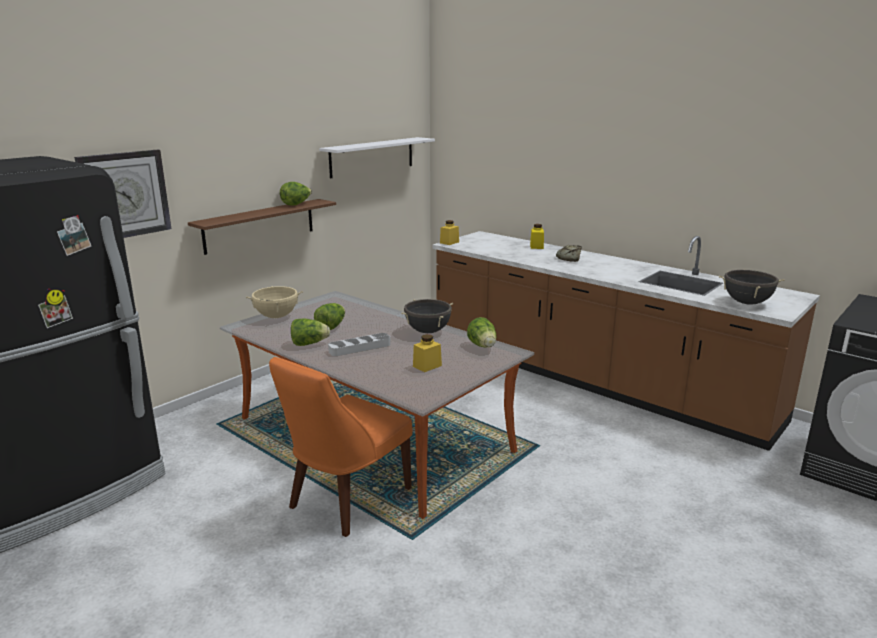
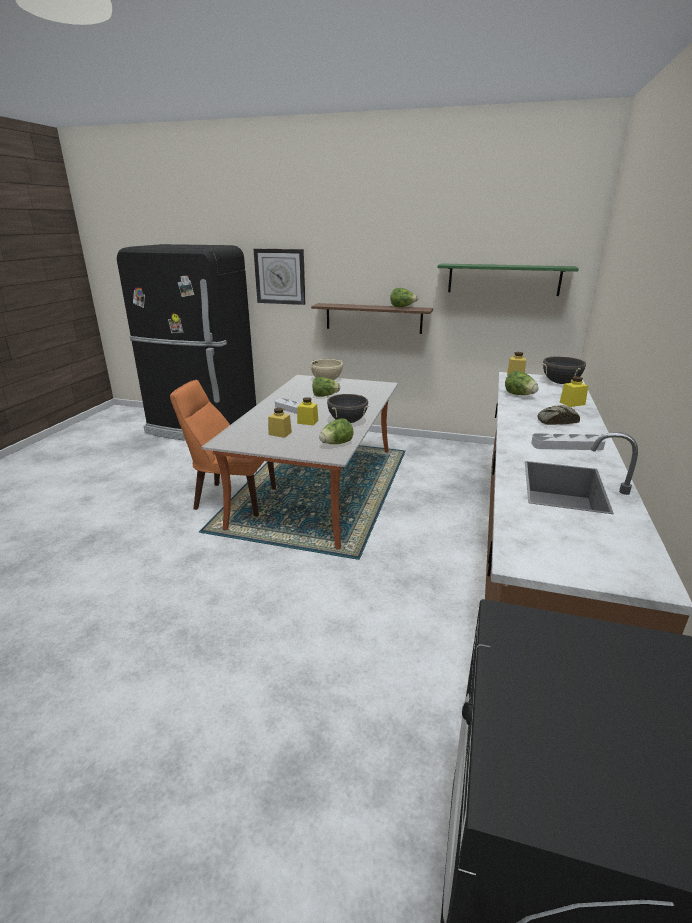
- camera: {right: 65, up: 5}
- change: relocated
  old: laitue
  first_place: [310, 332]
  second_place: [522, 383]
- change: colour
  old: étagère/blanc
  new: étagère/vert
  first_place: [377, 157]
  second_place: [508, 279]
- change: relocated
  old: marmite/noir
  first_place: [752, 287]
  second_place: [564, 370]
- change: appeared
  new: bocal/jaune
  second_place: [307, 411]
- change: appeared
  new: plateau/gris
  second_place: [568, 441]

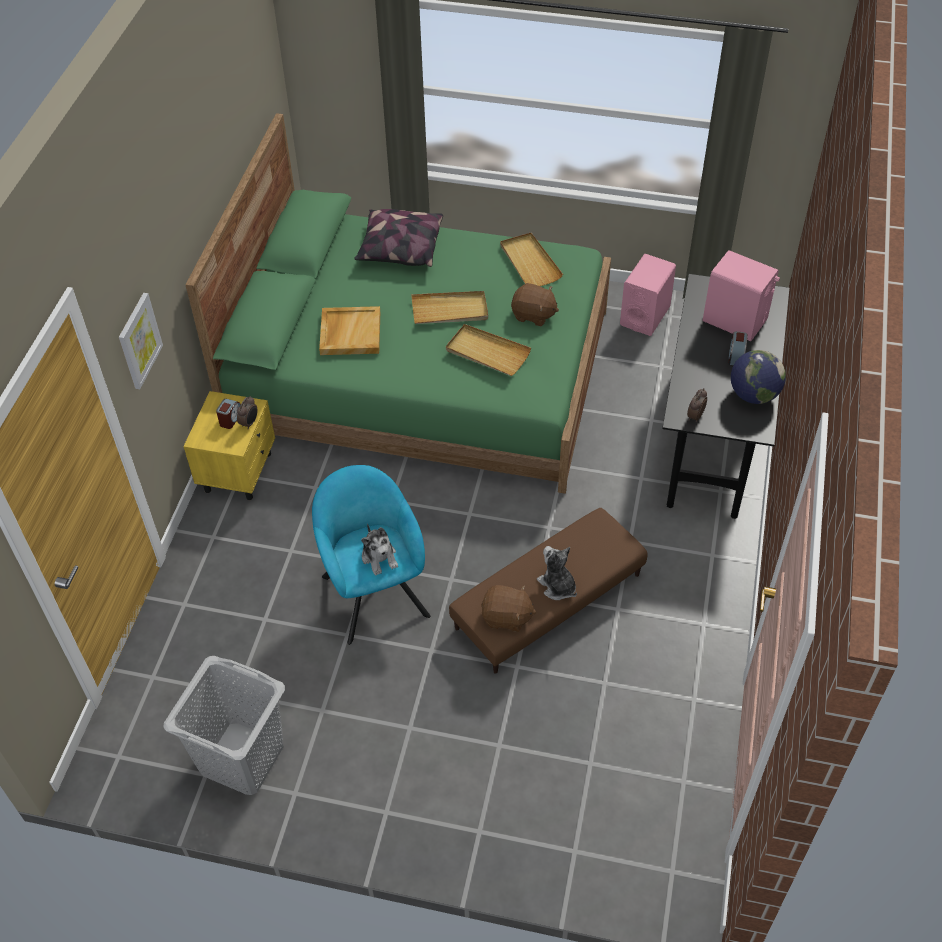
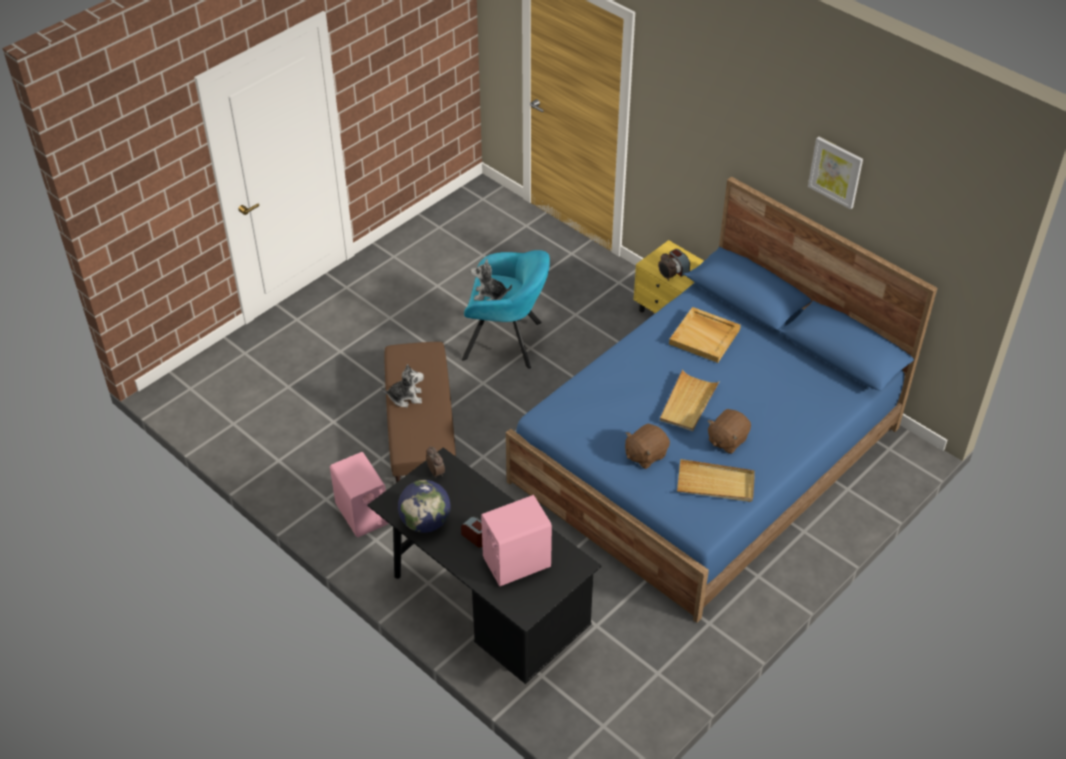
- camera: {right: 120, up: -5}
- change: relocated
  old: tableau
  first_place: [141, 341]
  second_place: [835, 173]
- change: missing
  old: panier à linge/gris
  first_place: [224, 725]
- change: colour
  old: lit/vert
  new: lit/bleu
  first_place: [398, 303]
  second_place: [721, 400]
- change: missing
  old: coussin
  first_place: [398, 238]
- change: missing
  old: plateau/beige
  first_place: [488, 350]
- change: relocated
  old: peluche/marron
  first_place: [508, 608]
  second_place: [729, 431]
- change: relocated
  old: enceinte/rose
  first_place: [648, 295]
  second_place: [359, 494]

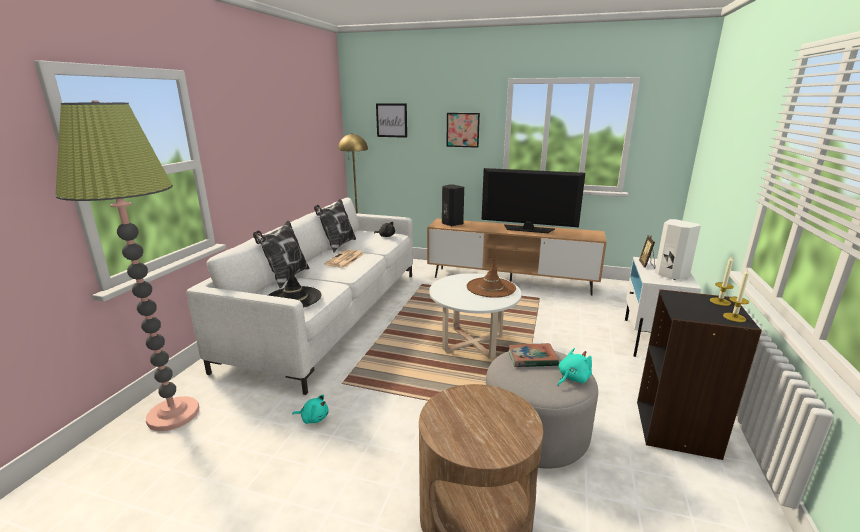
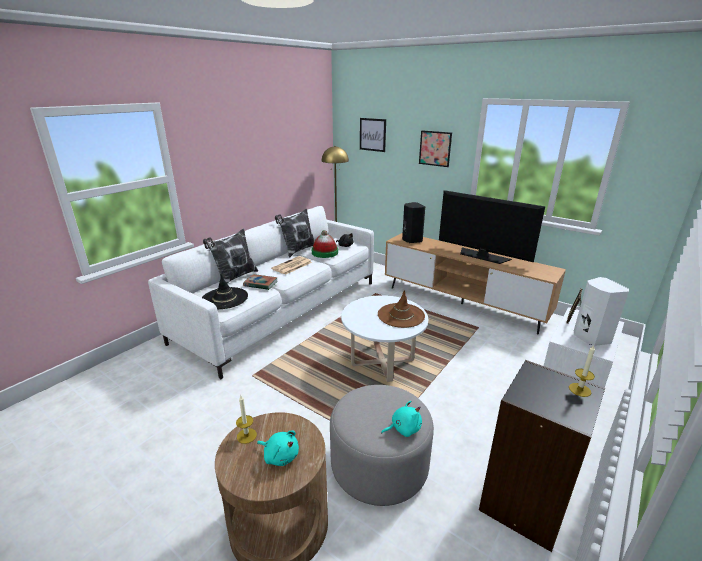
- camera: {right: 20, up: 5}
- change: missing
  old: lampadaire
  first_place: [127, 266]
- change: relocated
  old: peluche/turquoise
  first_place: [310, 409]
  second_place: [278, 448]
- change: relocated
  old: livre
  first_place: [533, 355]
  second_place: [260, 282]
- change: relocated
  old: bougie
  first_place: [736, 295]
  second_place: [246, 419]
- change: appeared
  new: chapeau
  second_place: [325, 244]

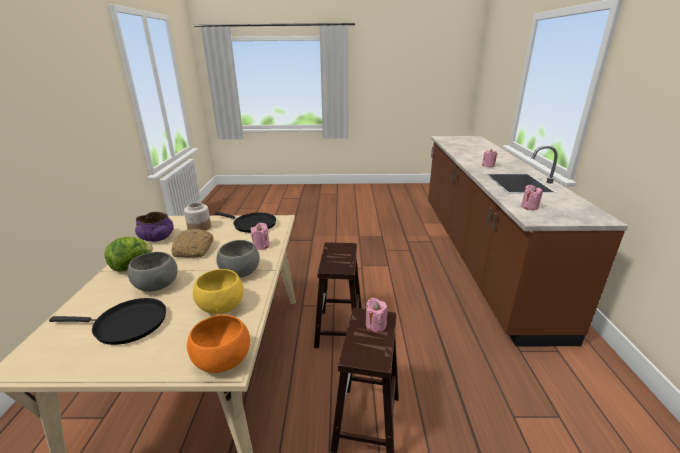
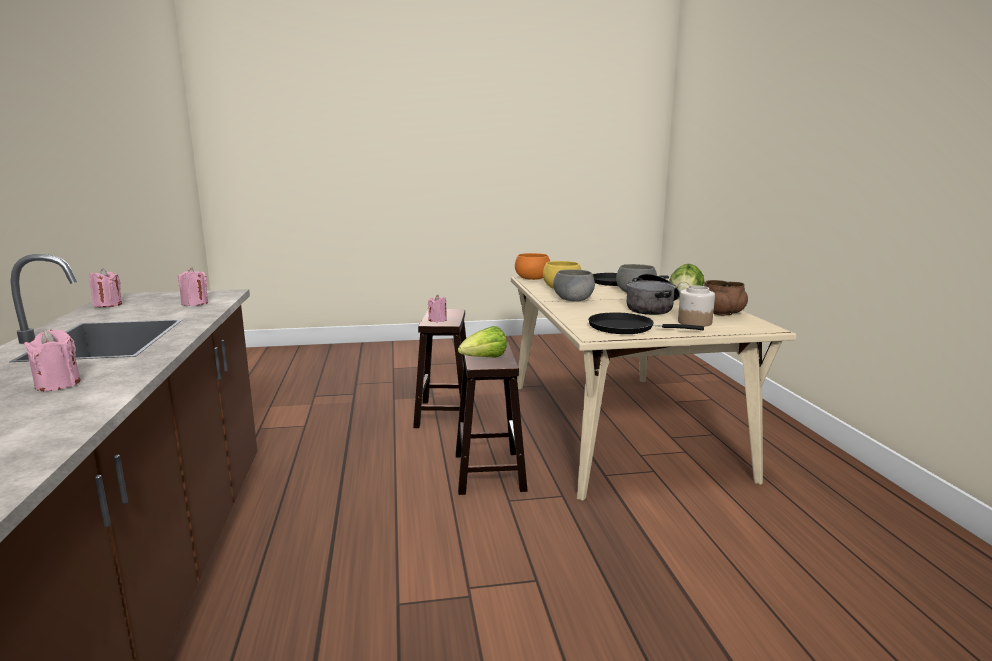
- camera: {right: 170, up: -10}
- change: colour
  old: bol/violet
  new: bol/marron
  first_place: [154, 227]
  second_place: [726, 298]
- change: exchanged
  old: pain
  new: marmite
  first_place: [192, 243]
  second_place: [653, 294]
- change: relocated
  old: bougie/rose
  first_place: [260, 236]
  second_place: [105, 288]
- change: appeared
  new: laitue
  second_place: [482, 342]

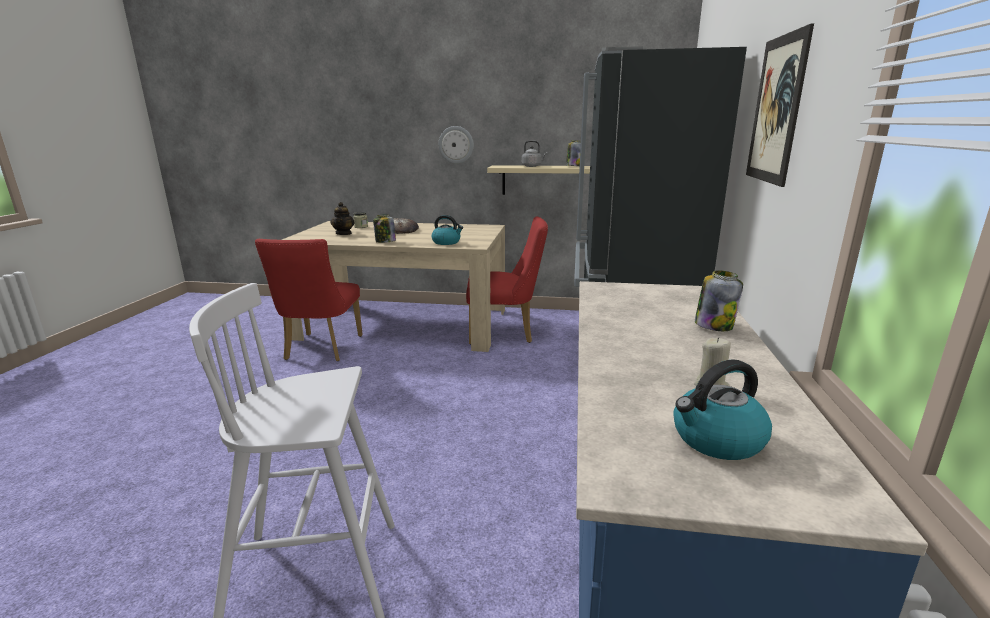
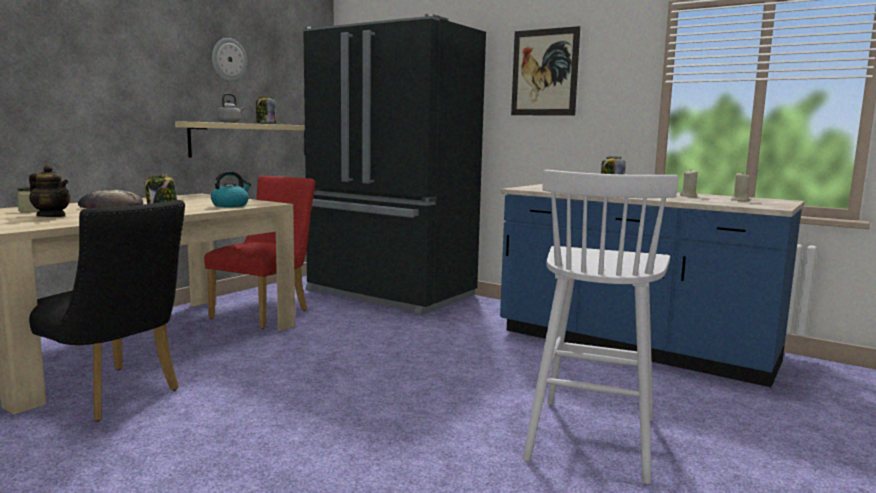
- camera: {right: -65, up: -10}
- change: colour
  old: chaise/rouge
  new: chaise/noir
  first_place: [309, 300]
  second_place: [107, 310]
- change: relocated
  old: horloge murale
  first_place: [456, 145]
  second_place: [229, 60]
- change: exchanged
  old: bouilloire
  new: bougie/beige
  first_place: [722, 409]
  second_place: [740, 187]

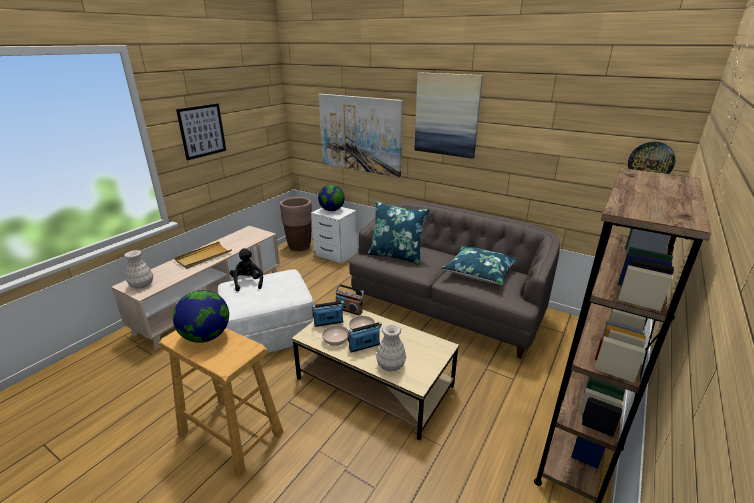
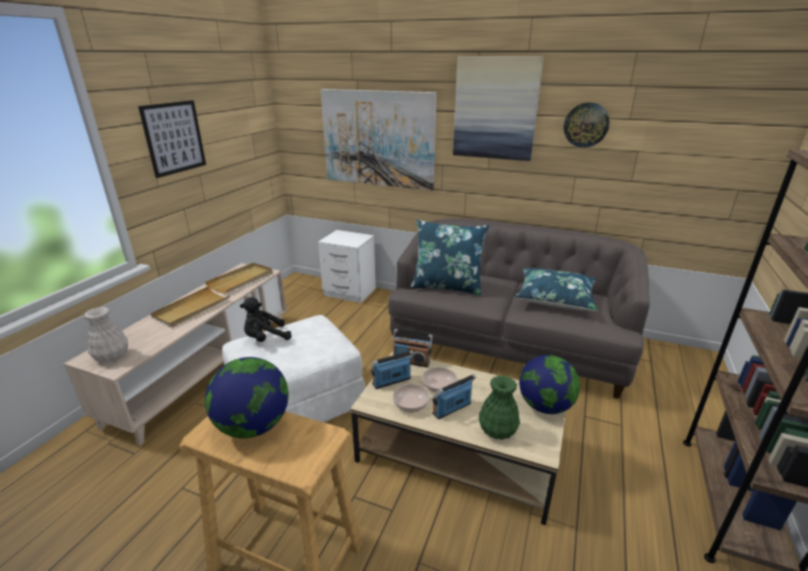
- camera: {right: -10, up: 0}
- change: spun
  old: peluche/noir
  first_place: [246, 270]
  second_place: [266, 319]
  degrees: -90
- change: missing
  old: cache-pot/marron
  first_place: [296, 224]
- change: relocated
  old: globe
  first_place: [331, 198]
  second_place: [549, 384]
- change: colour
  old: vase/blanc
  new: vase/vert
  first_place: [391, 347]
  second_place: [499, 407]
- change: relocated
  old: horloge murale
  first_place: [651, 158]
  second_place: [586, 125]
- change: appeared
  new: plateau/beige
  second_place: [239, 278]

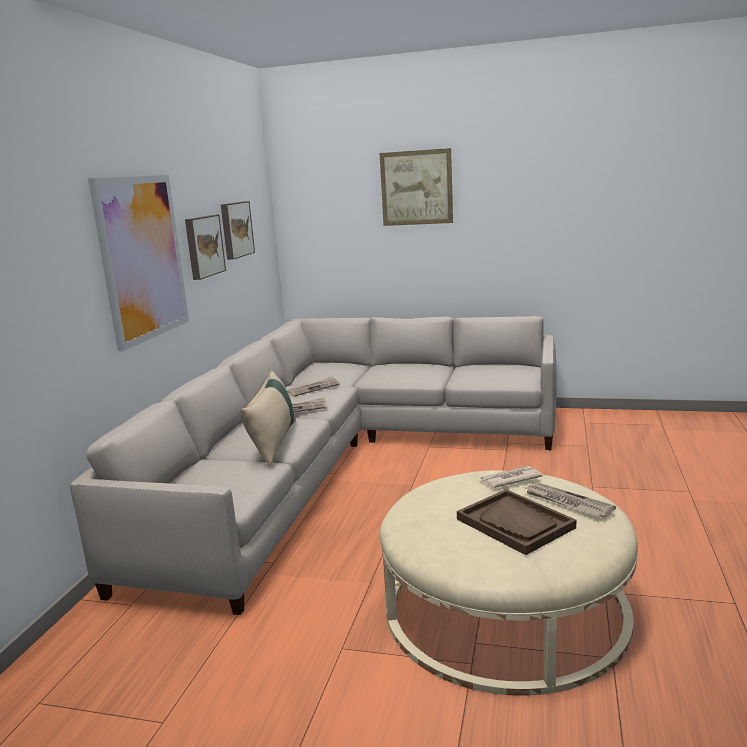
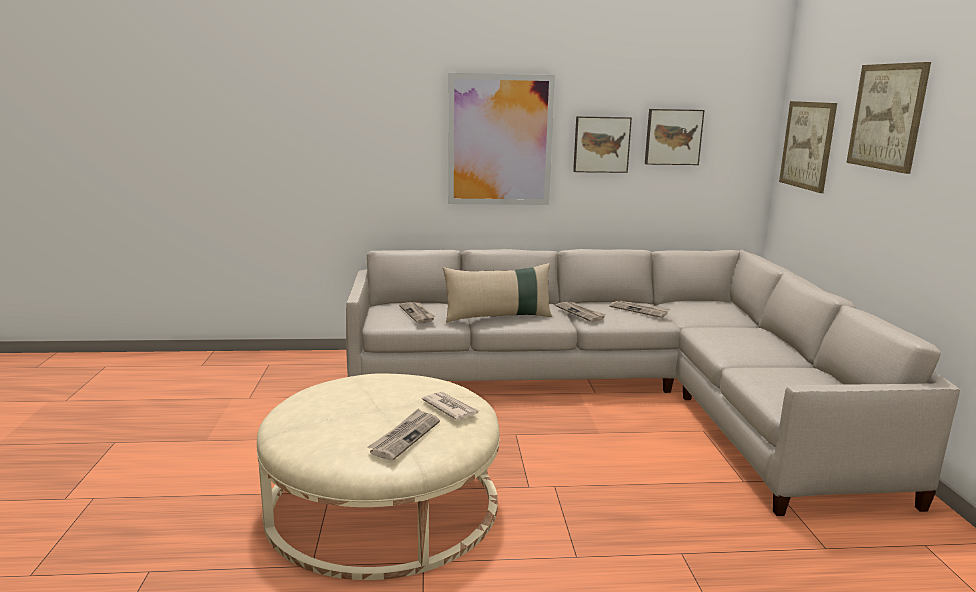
- camera: {right: 70, up: 0}
- change: missing
  old: plateau/marron
  first_place: [516, 522]
- change: appeared
  new: journal
  second_place: [417, 312]
- change: appeared
  new: tableau
  second_place: [808, 147]

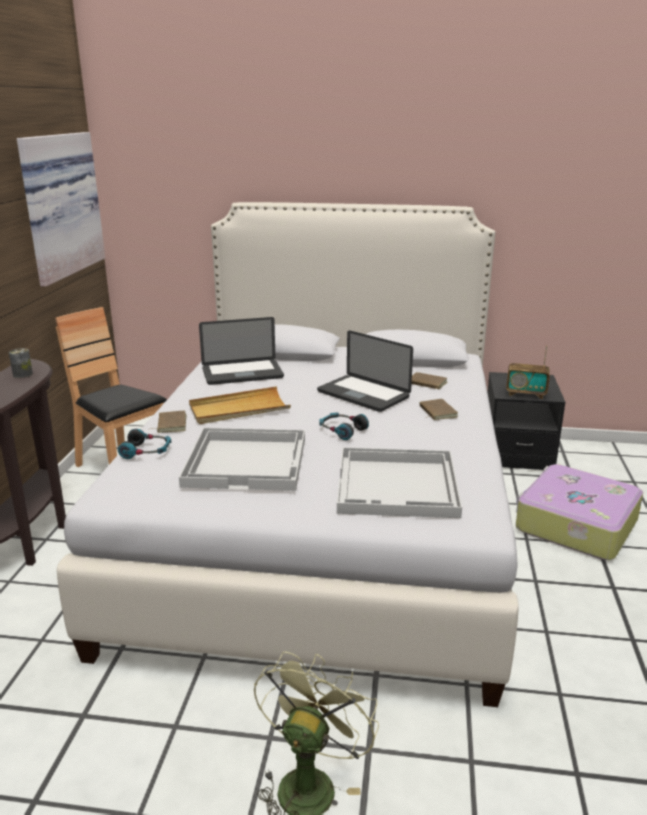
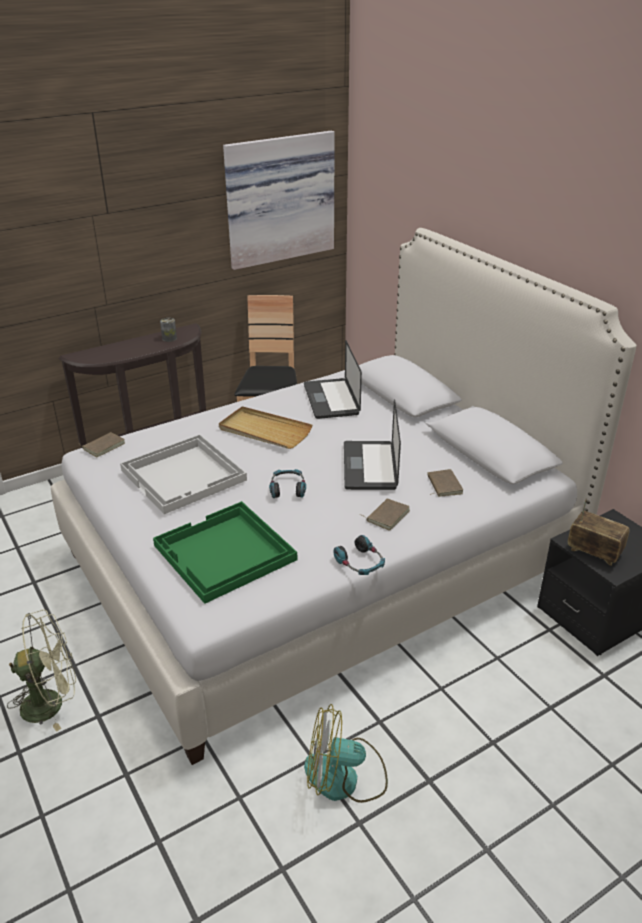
- camera: {right: 50, up: 10}
- change: relocated
  old: casque audio
  first_place: [144, 444]
  second_place: [359, 555]
- change: relocated
  old: livre/marron
  first_place: [167, 421]
  second_place: [101, 444]
- change: spun
  old: ordinateur portable
  first_place: [241, 351]
  second_place: [333, 379]
  degrees: 45
- change: colour
  old: plateau/blanc
  new: plateau/vert
  first_place: [399, 482]
  second_place: [225, 552]
- change: spun
  old: radio
  first_place: [528, 372]
  second_place: [599, 532]
  degrees: 150
- change: missing
  old: valise
  first_place: [579, 512]
- change: appeared
  new: ventilateur
  second_place: [346, 753]

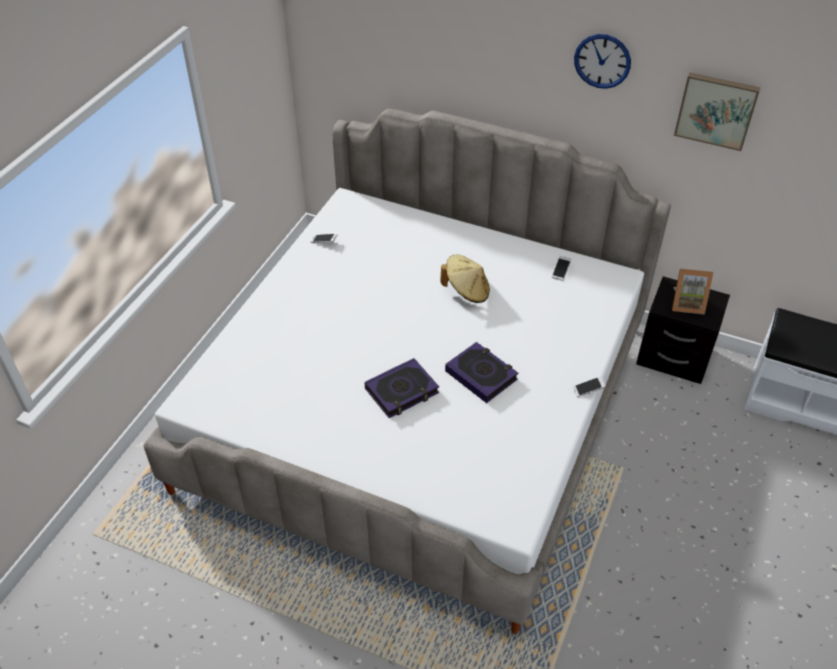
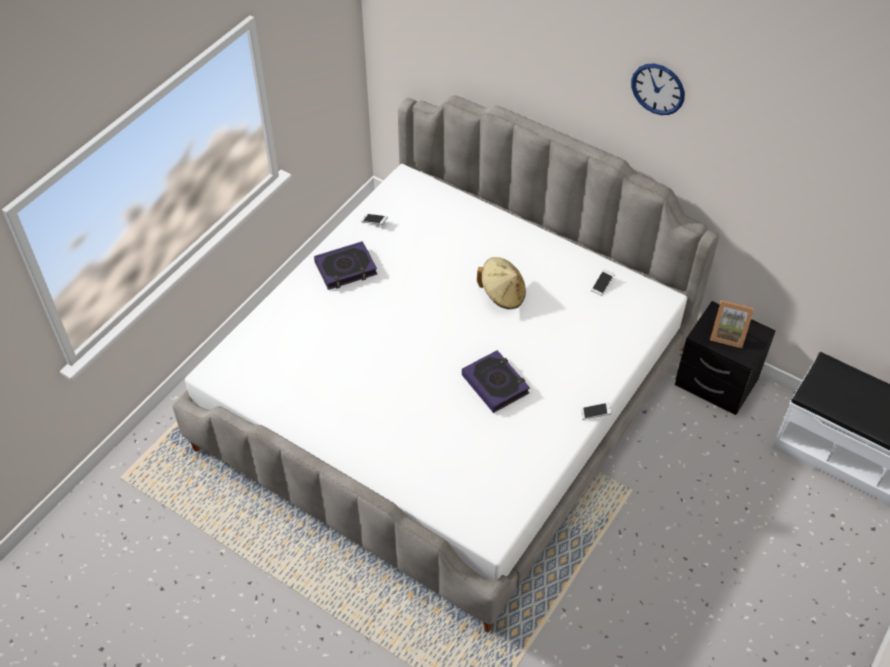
- camera: {right: 10, up: 5}
- change: relocated
  old: livre
  first_place: [402, 388]
  second_place: [345, 265]
- change: missing
  old: tableau
  first_place: [717, 111]

